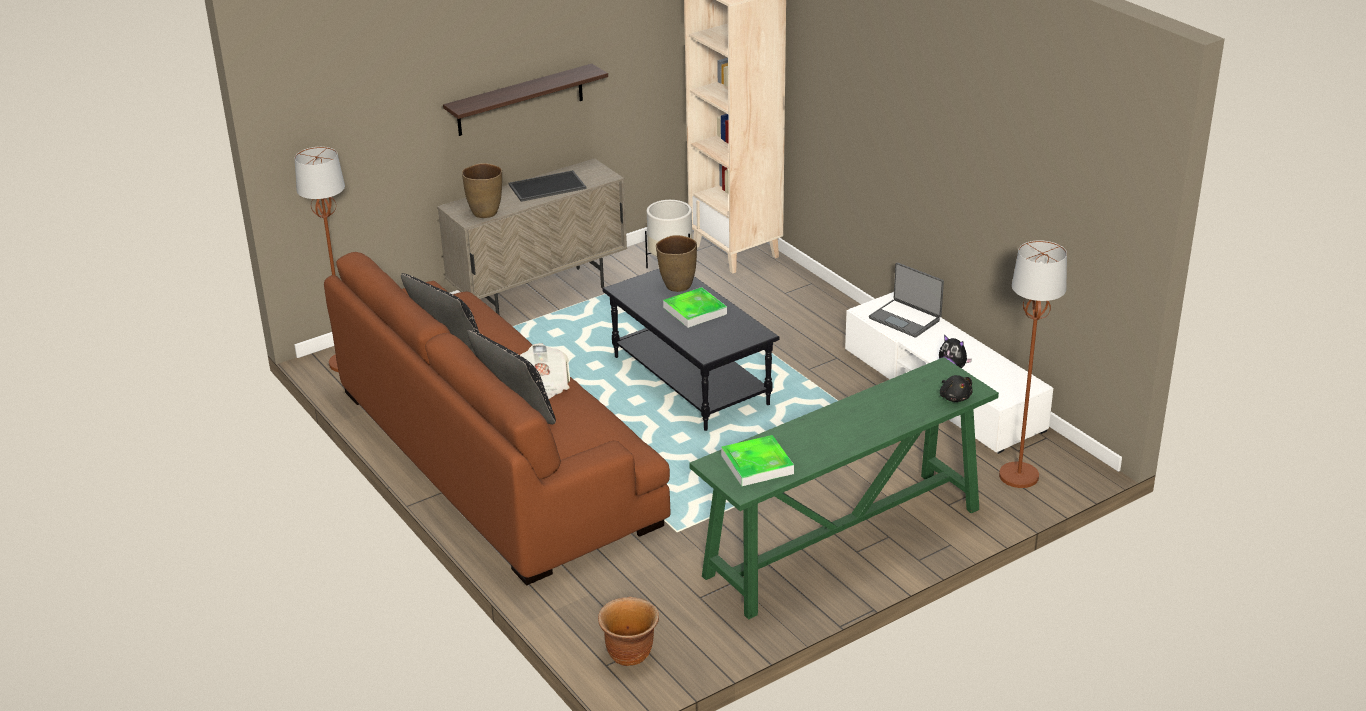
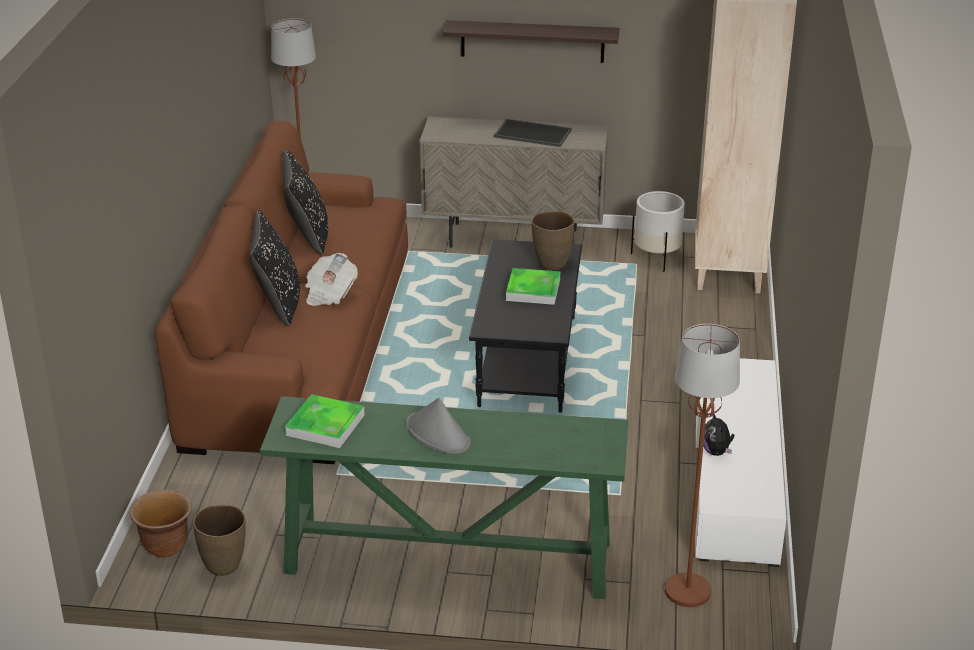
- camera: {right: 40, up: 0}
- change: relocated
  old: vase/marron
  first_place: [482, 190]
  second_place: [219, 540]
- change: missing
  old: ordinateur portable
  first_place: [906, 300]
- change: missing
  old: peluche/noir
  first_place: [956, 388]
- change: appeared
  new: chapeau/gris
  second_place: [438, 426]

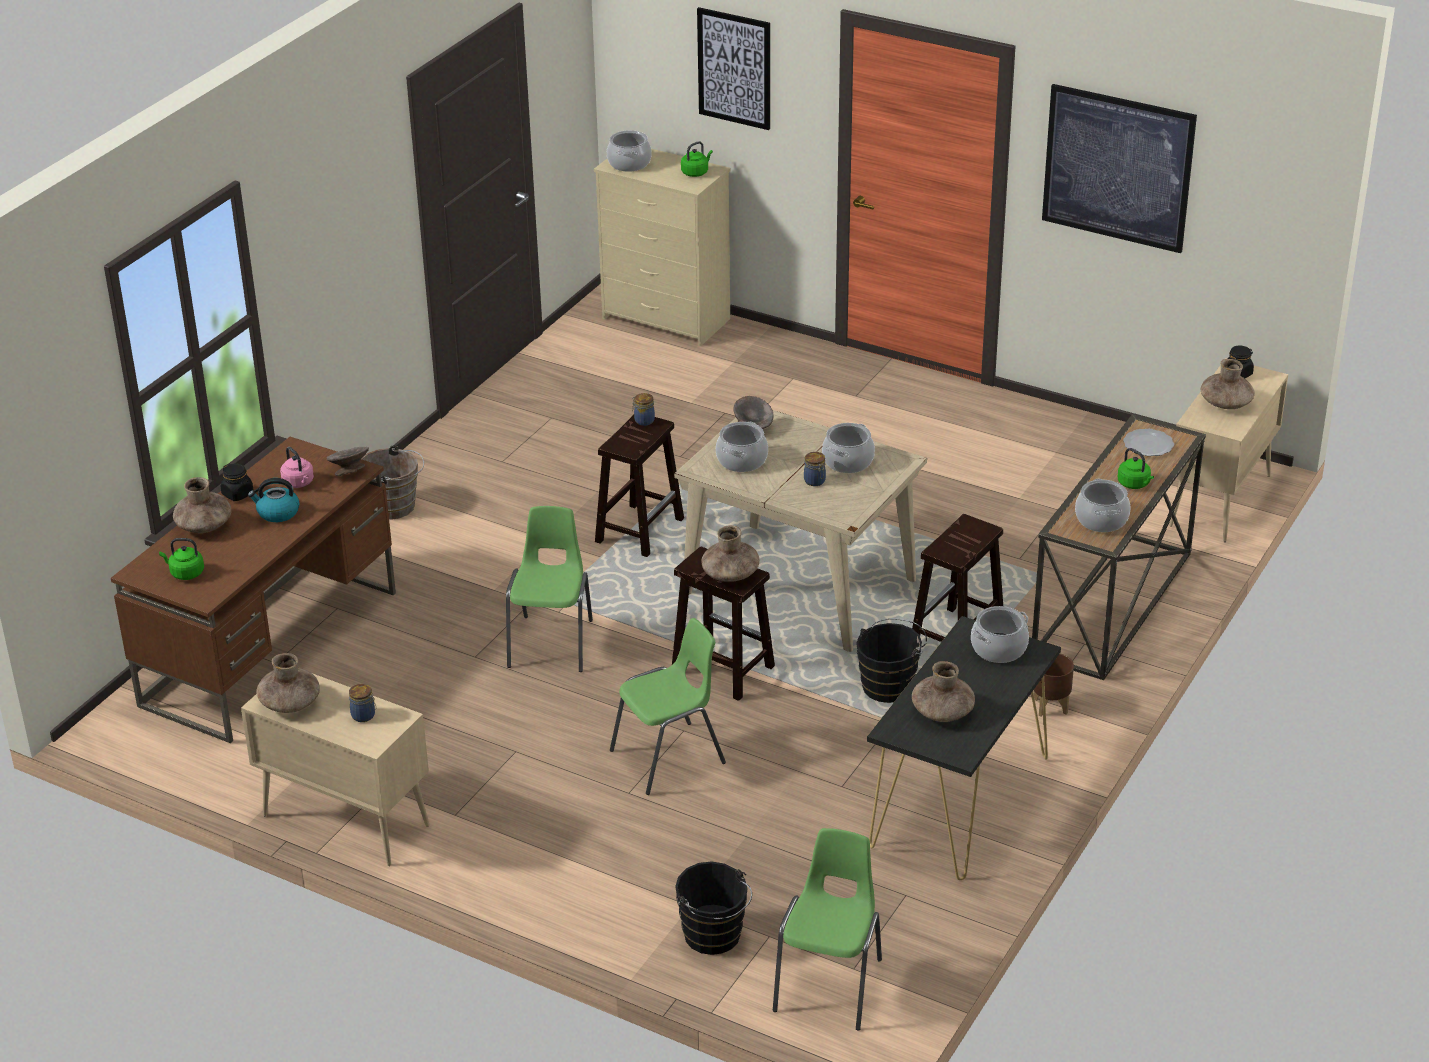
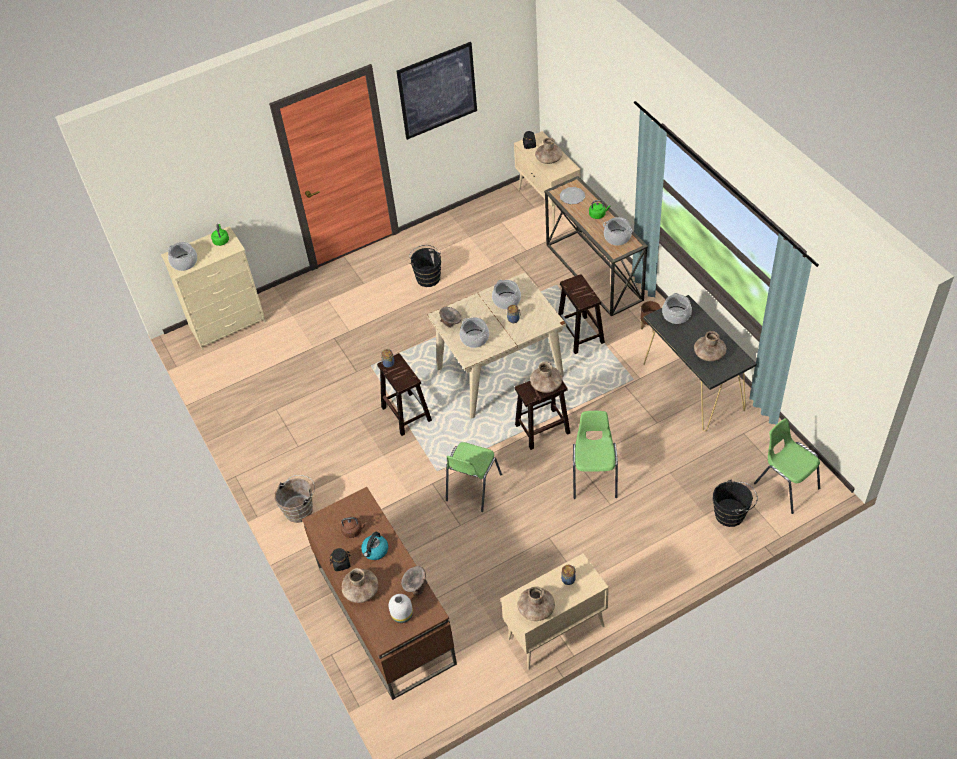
- camera: {right: -55, up: 15}
- change: exchanged
  old: bouilloire/vert
  new: vase/blanc
  first_place: [181, 559]
  second_place: [401, 608]
- change: colour
  old: bouilloire/rose
  new: bouilloire/marron
  first_place: [297, 467]
  second_place: [353, 527]
- change: relocated
  old: bol/gris
  first_place: [347, 461]
  second_place: [414, 580]
- change: spun
  old: chaise/vert
  first_place: [549, 589]
  second_place: [474, 477]
  degrees: -105
- change: missing
  old: tableau
  first_place: [733, 68]
- change: relocated
  old: seau/noir
  first_place: [891, 660]
  second_place: [425, 266]

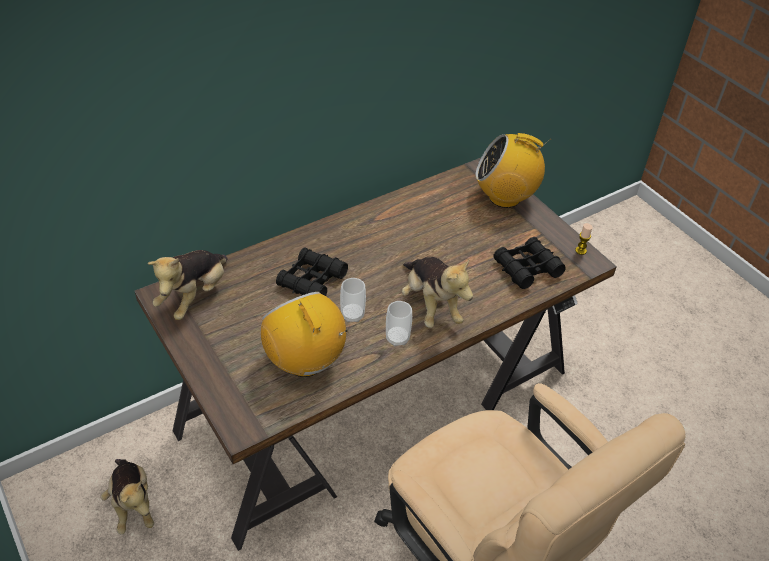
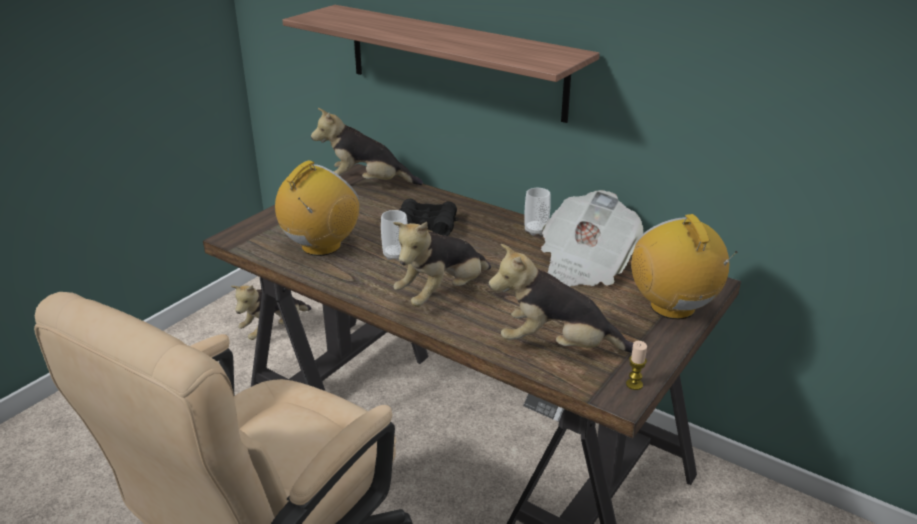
- camera: {right: 70, up: -15}
- change: relocated
  old: tasse
  first_place: [399, 323]
  second_place: [538, 211]
- change: exchanged
  old: jumelles/noir
  new: peluche
  first_place: [529, 263]
  second_place: [560, 298]
- change: appeared
  new: étagère
  second_place: [441, 64]
- change: appeared
  new: journal
  second_place: [592, 238]

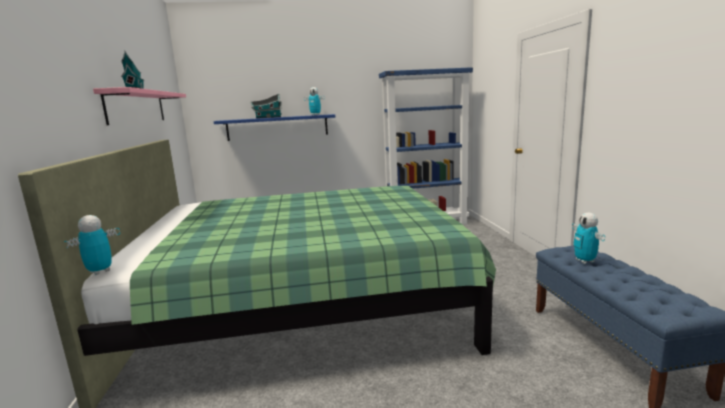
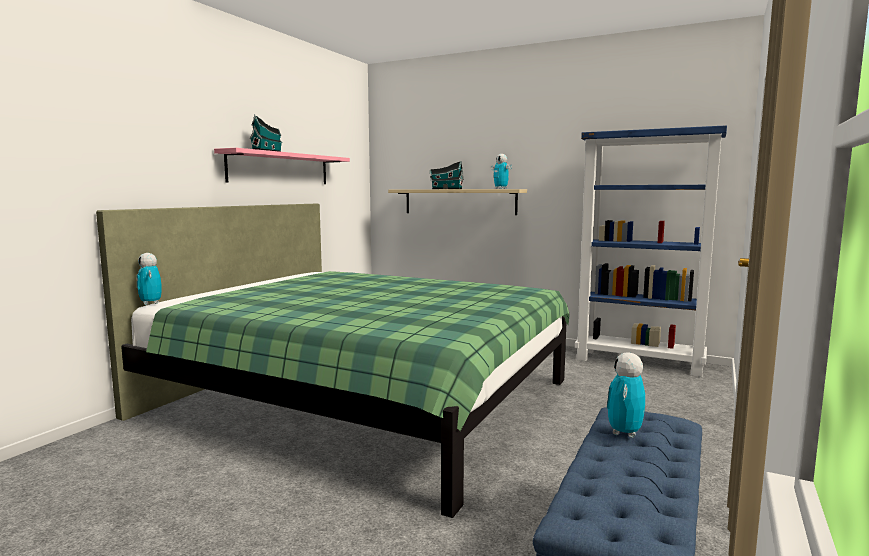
- camera: {right: 35, up: -5}
- change: spun
  old: robot jouet
  first_place: [92, 245]
  second_place: [149, 279]
  degrees: -105
- change: colour
  old: étagère/bleu
  new: étagère/beige
  first_place: [274, 127]
  second_place: [457, 202]

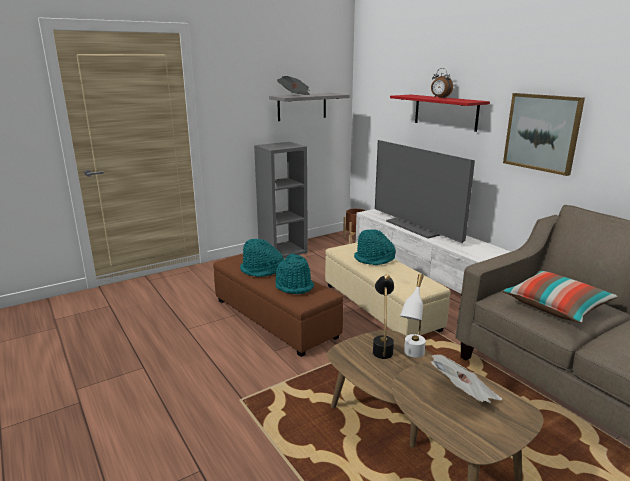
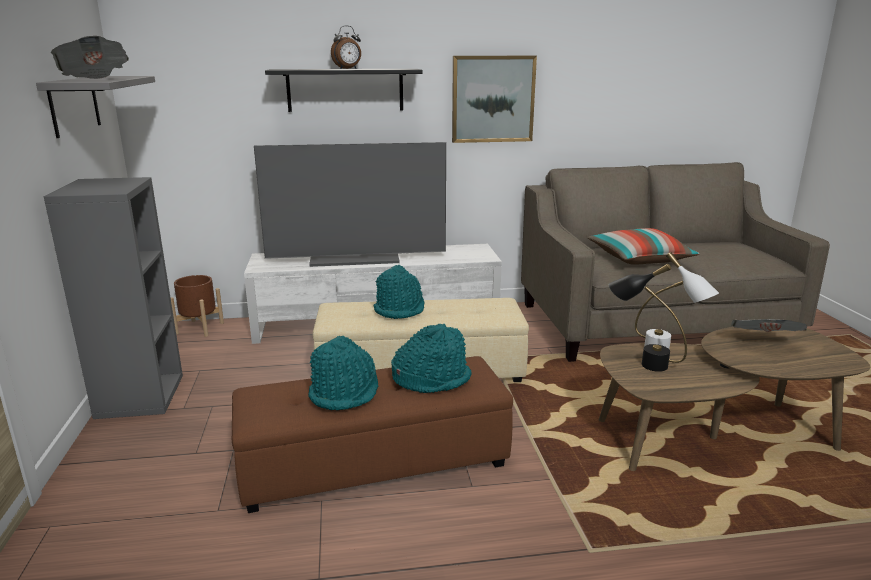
- camera: {right: -65, up: 0}
- change: colour
  old: étagère/rouge
  new: étagère/noir
  first_place: [440, 113]
  second_place: [344, 90]

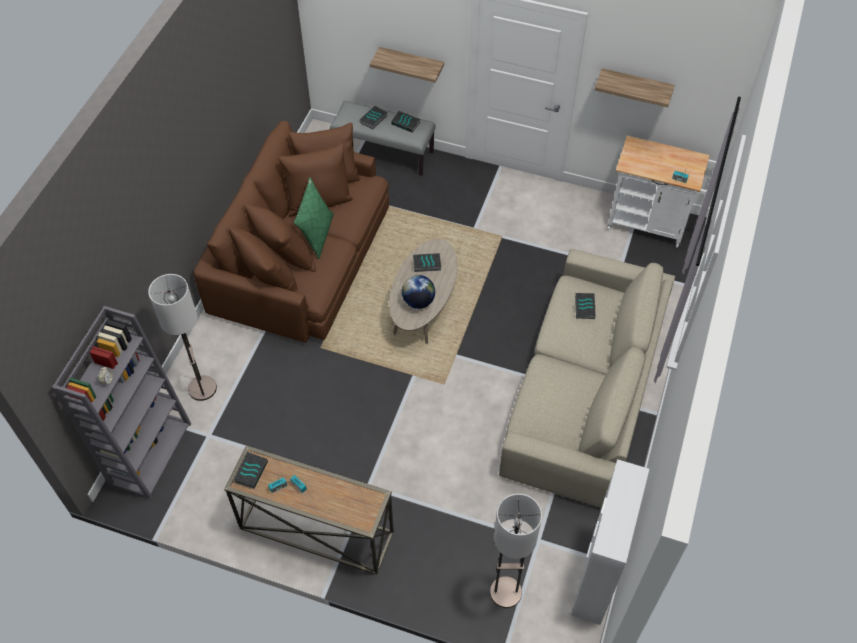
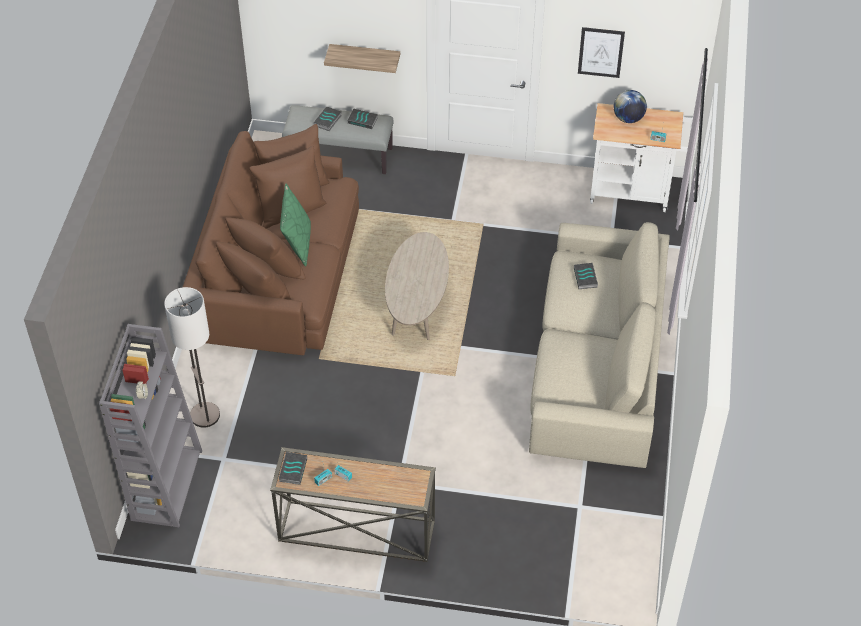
- camera: {right: -10, up: -5}
- change: relocated
  old: globe
  first_place: [418, 292]
  second_place: [630, 106]
- change: missing
  old: livre
  first_place: [427, 262]
- change: missing
  old: lampadaire
  first_place: [516, 551]
- change: missing
  old: meuble de rangement/blanc
  first_place: [610, 542]
- change: exchanged
  old: étagère
  new: tableau
  first_place: [635, 87]
  second_place: [601, 52]

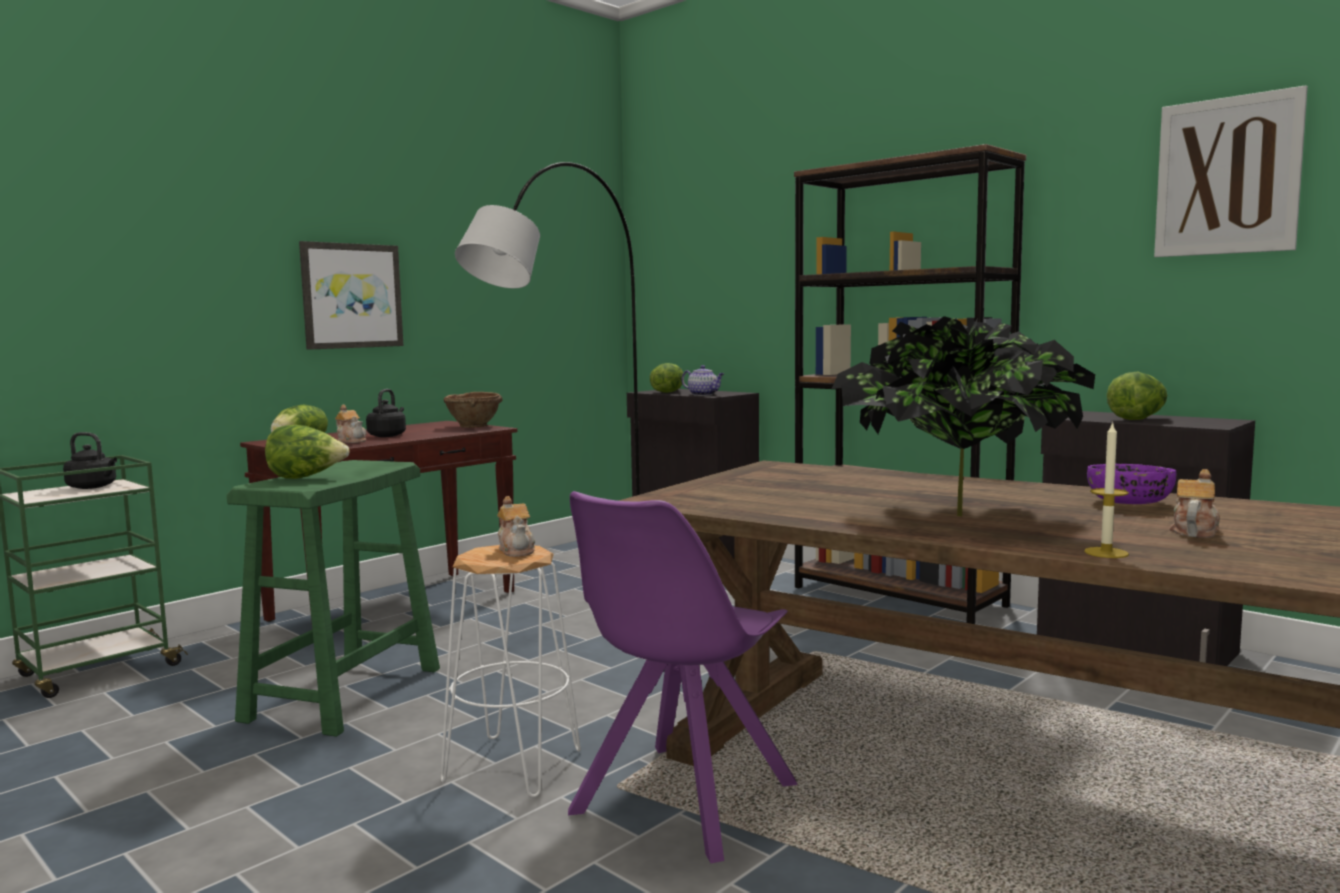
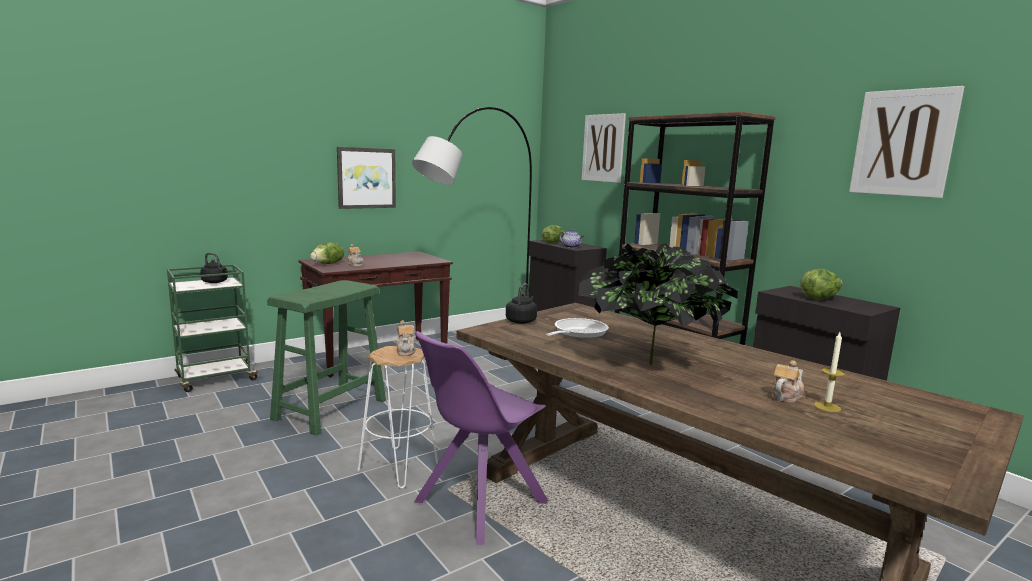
- camera: {right: 10, up: 5}
- change: missing
  old: laitue
  first_place: [307, 452]
- change: relocated
  old: bouilloire/noir
  first_place: [386, 413]
  second_place: [521, 303]
- change: missing
  old: bol/marron
  first_place: [473, 410]
- change: relocated
  old: bougie
  first_place: [1106, 489]
  second_place: [829, 372]
- change: missing
  old: bol/violet
  first_place: [1131, 484]
- change: appeared
  new: poêle
  second_place: [577, 328]
- change: appeared
  new: tableau
  second_place: [604, 148]

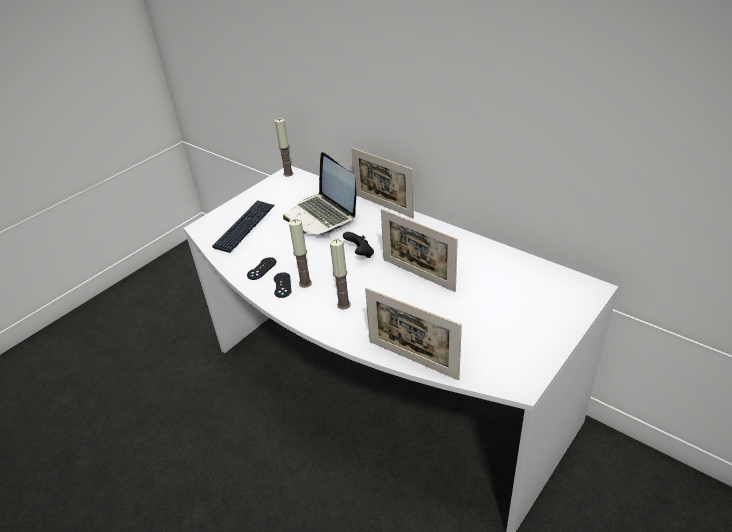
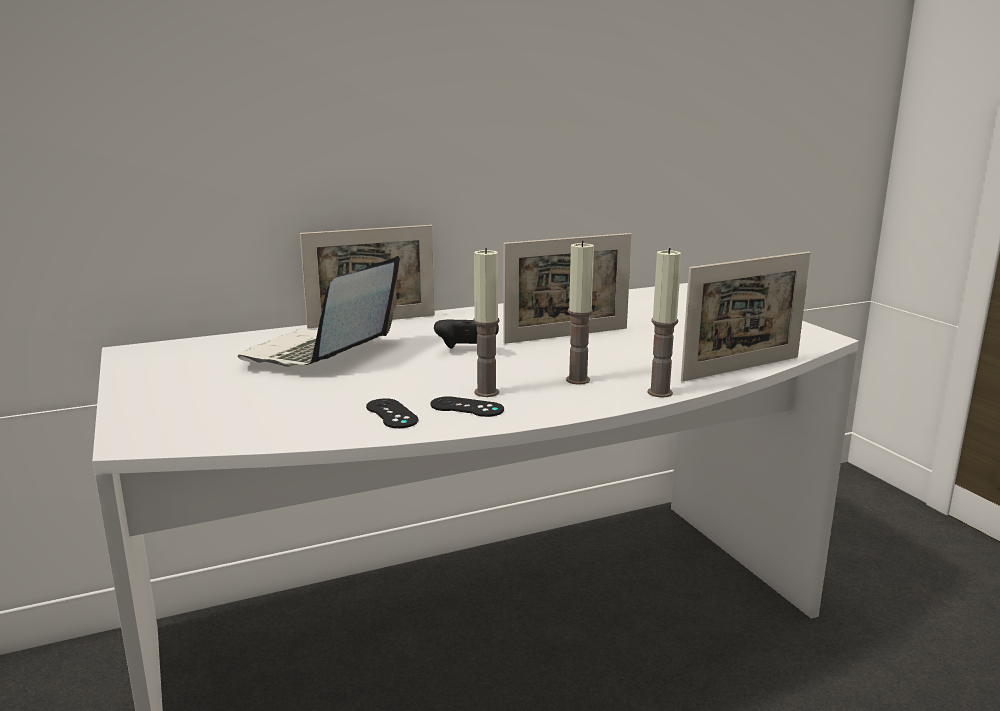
- camera: {right: -65, up: -20}
- change: missing
  old: clavier
  first_place: [243, 226]
- change: relocated
  old: bougie
  first_place: [284, 147]
  second_place: [664, 322]
- change: spun
  old: ordinateur portable
  first_place: [319, 193]
  second_place: [319, 311]
  degrees: 120

